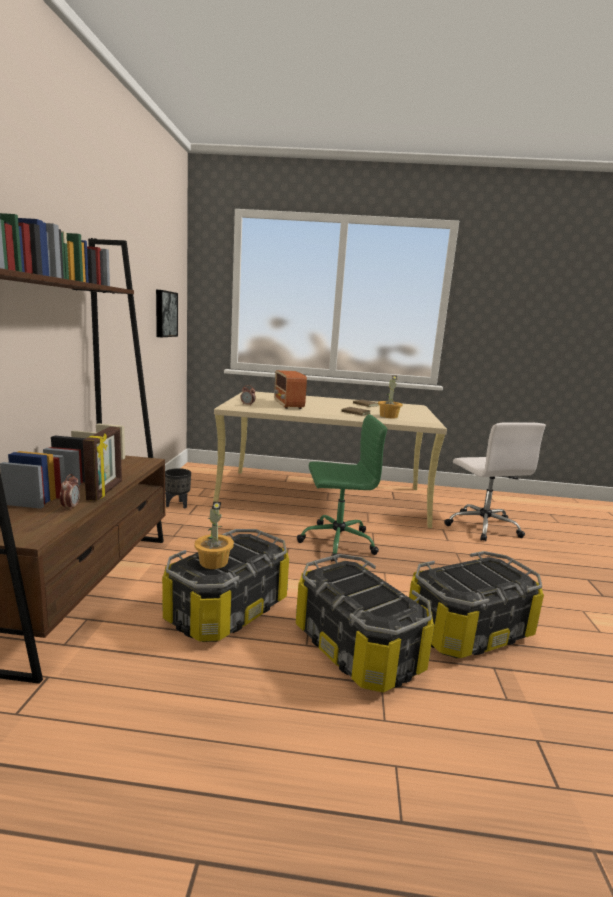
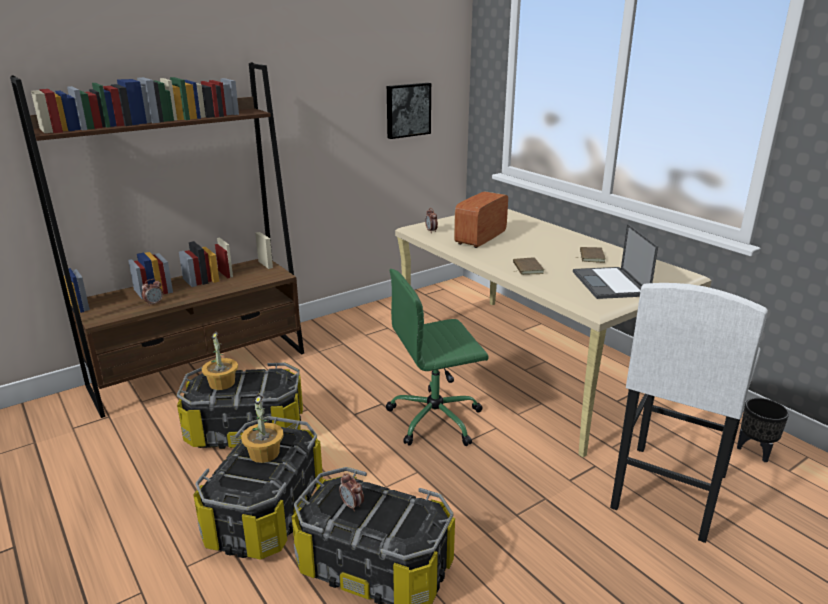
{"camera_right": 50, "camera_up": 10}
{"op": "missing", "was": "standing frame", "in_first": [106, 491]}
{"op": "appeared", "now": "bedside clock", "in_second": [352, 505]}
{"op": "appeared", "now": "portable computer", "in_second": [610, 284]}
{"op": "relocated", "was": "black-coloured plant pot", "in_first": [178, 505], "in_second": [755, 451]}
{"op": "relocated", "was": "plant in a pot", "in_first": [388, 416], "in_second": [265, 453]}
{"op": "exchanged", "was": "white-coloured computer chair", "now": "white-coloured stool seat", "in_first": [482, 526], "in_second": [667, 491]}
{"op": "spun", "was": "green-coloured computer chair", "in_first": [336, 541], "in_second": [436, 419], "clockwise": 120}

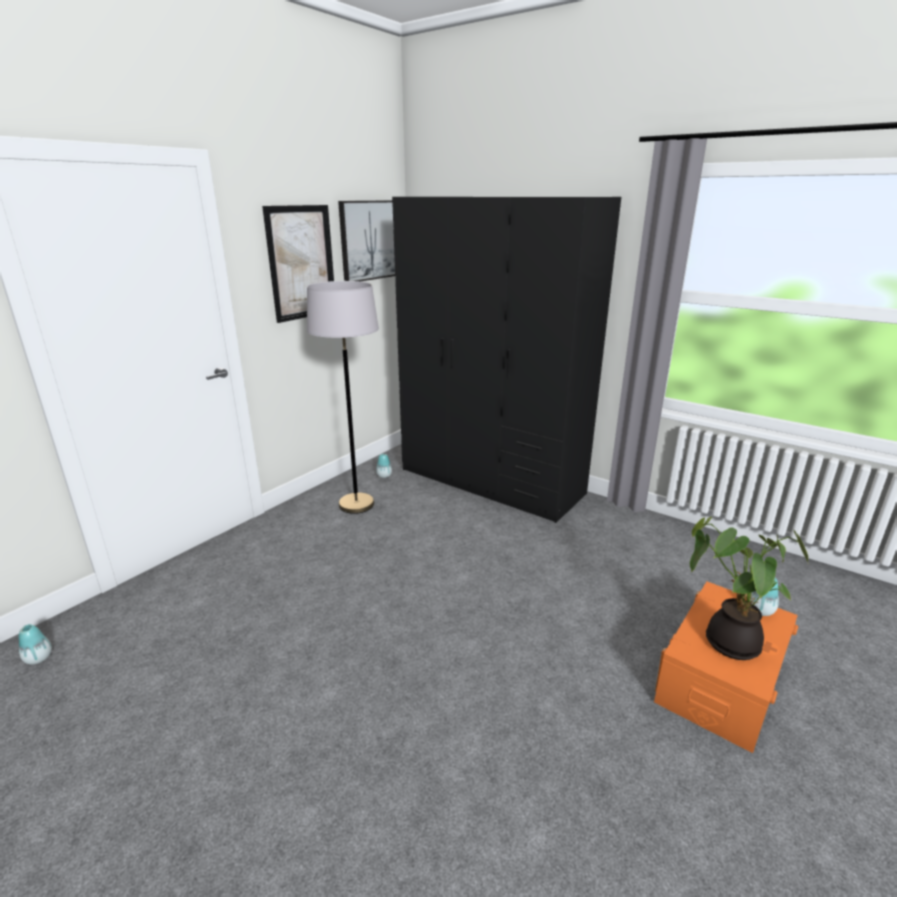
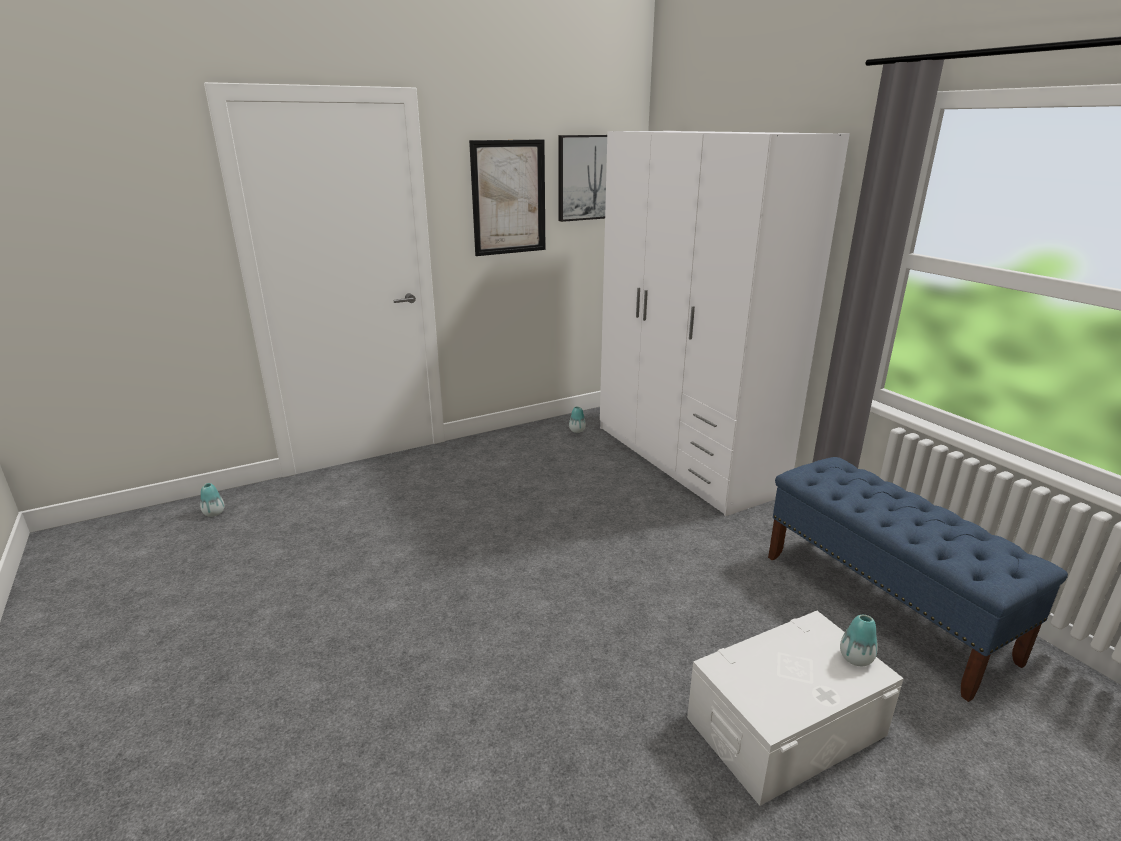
{"camera_right": 25, "camera_up": 0}
{"op": "missing", "was": "grey standard lamp", "in_first": [356, 504]}
{"op": "missing", "was": "plant in a pot", "in_first": [727, 641]}
{"op": "appeared", "now": "blue-coloured bench", "in_second": [883, 606]}
{"op": "colour", "was": "black-coloured wardrobe", "now": "white-coloured wardrobe", "in_first": [491, 481], "in_second": [685, 458]}
{"op": "colour", "was": "orangey storage container", "now": "white-coloured storage container", "in_first": [720, 681], "in_second": [785, 726]}

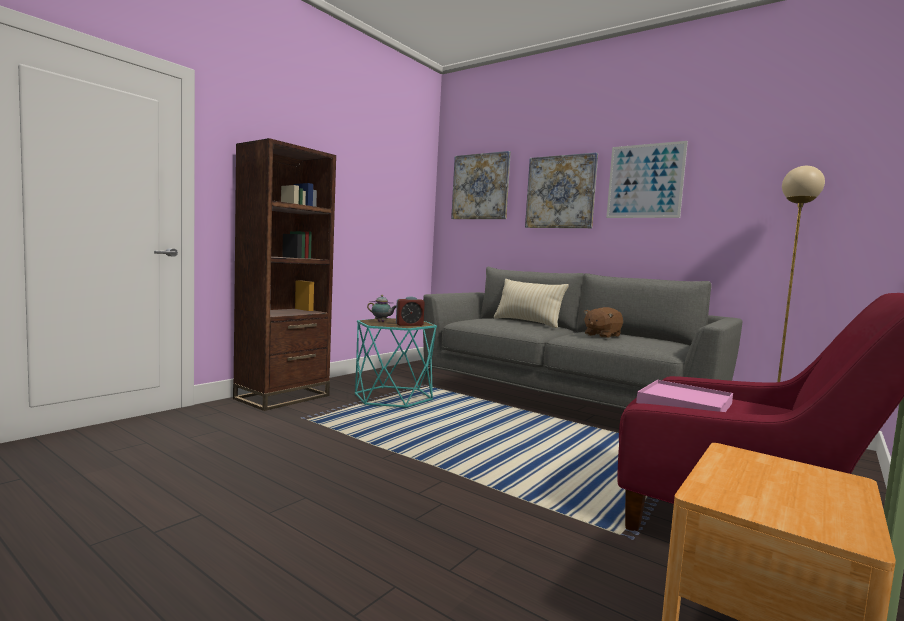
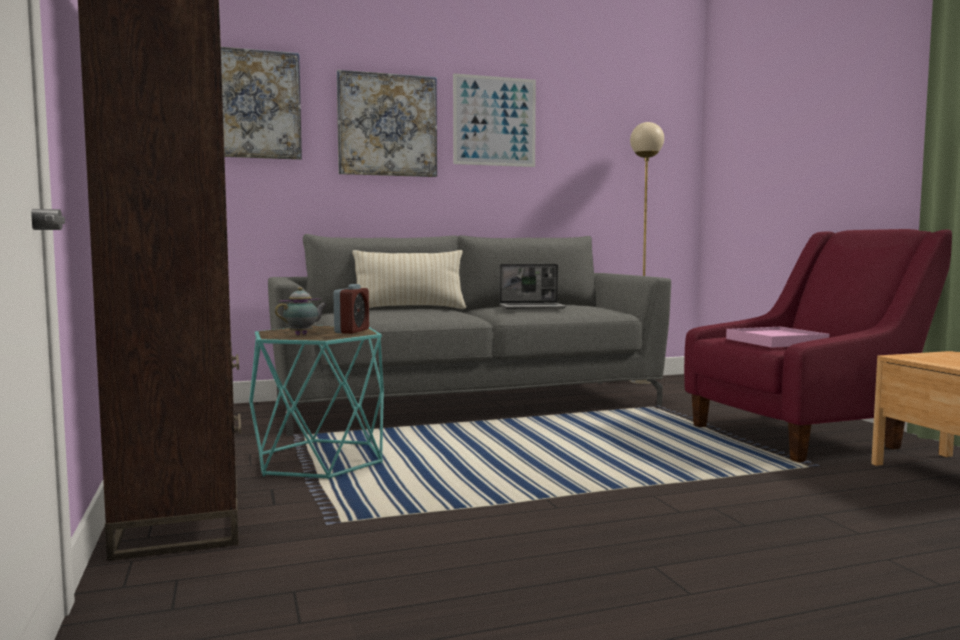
{"camera_right": -55, "camera_up": 0}
{"op": "exchanged", "was": "brown-coloured plush toy", "now": "portable computer", "in_first": [601, 335], "in_second": [533, 307]}

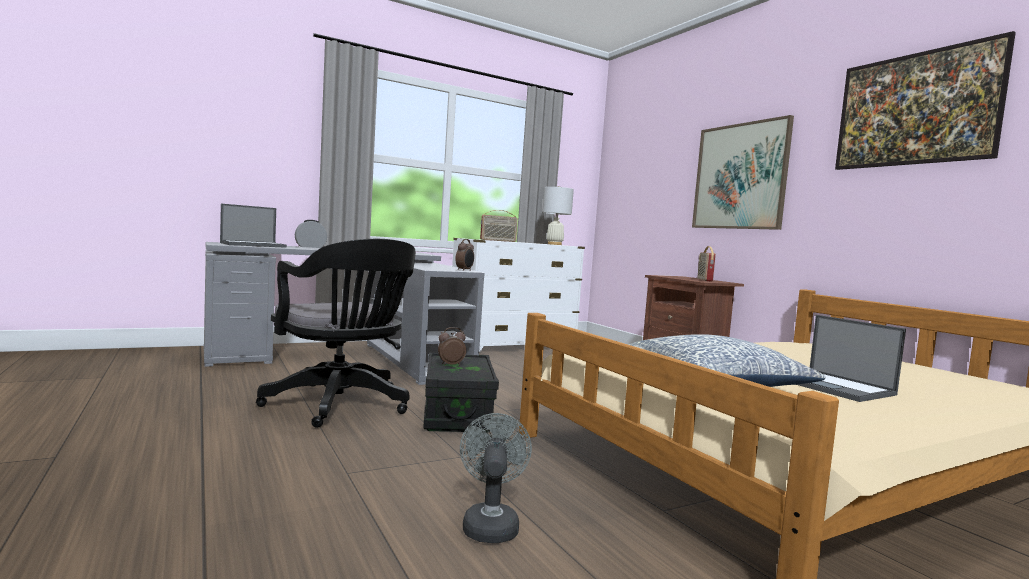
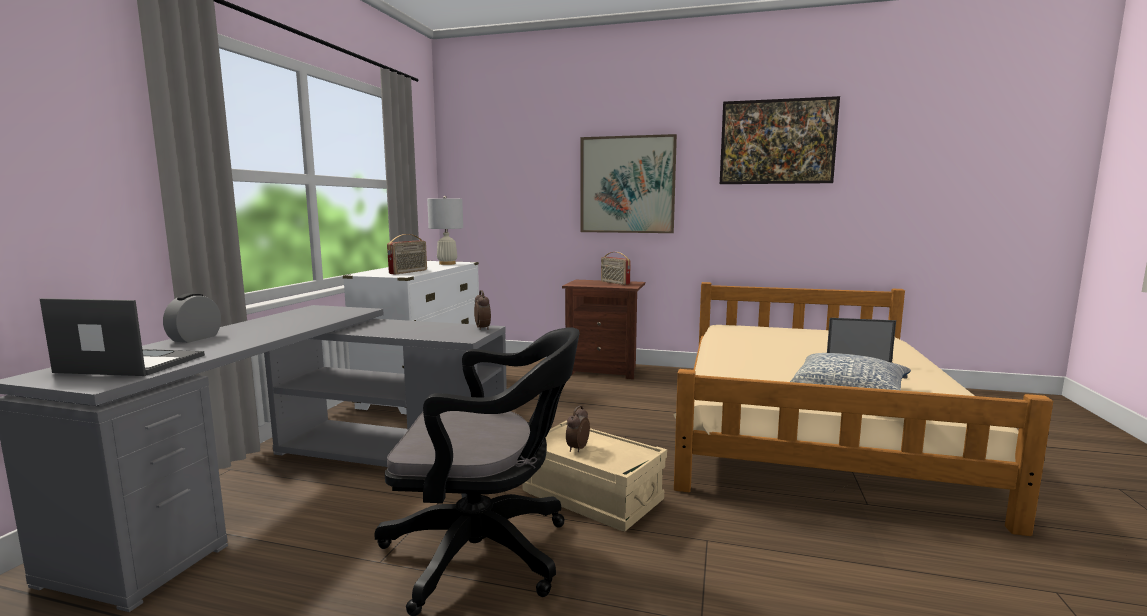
{"camera_right": -45, "camera_up": 5}
{"op": "missing", "was": "grey fan", "in_first": [490, 524]}
{"op": "colour", "was": "black-coloured storage container", "now": "sand-coloured storage container", "in_first": [457, 413], "in_second": [592, 497]}
{"op": "spun", "was": "portable computer", "in_first": [254, 245], "in_second": [130, 364], "clockwise": -90}

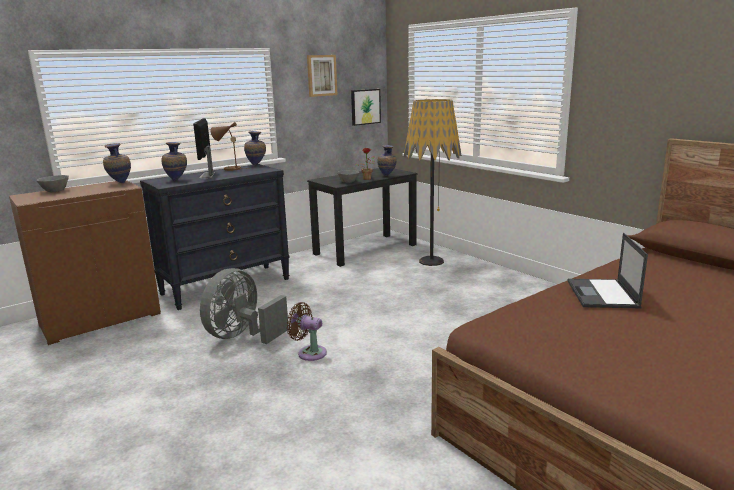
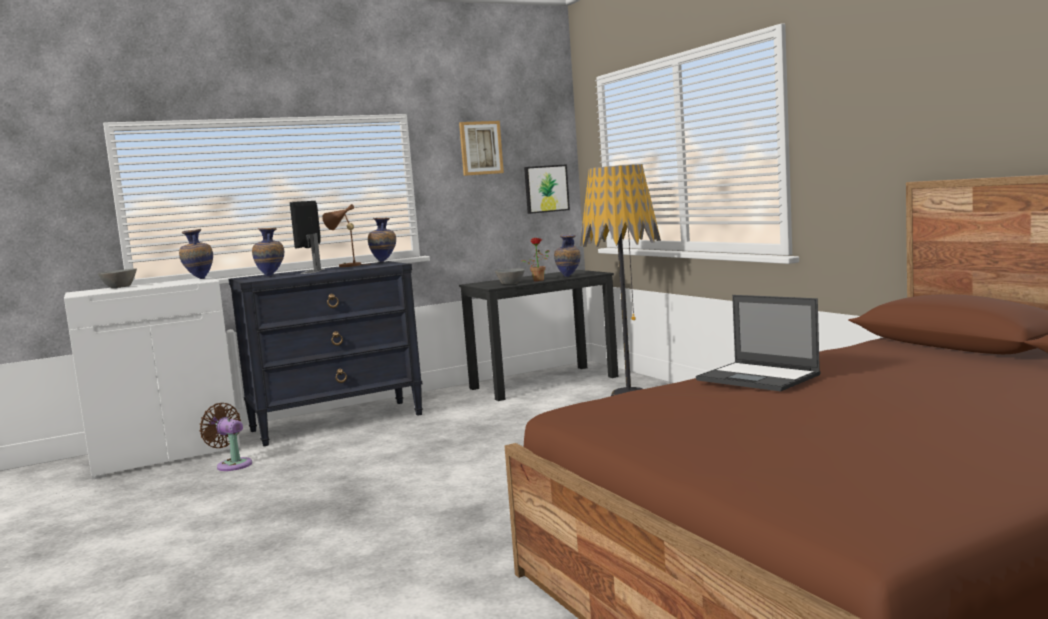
{"camera_right": 10, "camera_up": -10}
{"op": "missing", "was": "grey fan", "in_first": [242, 336]}
{"op": "relocated", "was": "brown-coloured fan", "in_first": [309, 352], "in_second": [232, 464]}
{"op": "colour", "was": "brown-coloured cabinet", "now": "white-coloured cabinet", "in_first": [101, 319], "in_second": [166, 455]}
{"op": "spun", "was": "portable computer", "in_first": [602, 294], "in_second": [759, 377], "clockwise": -60}

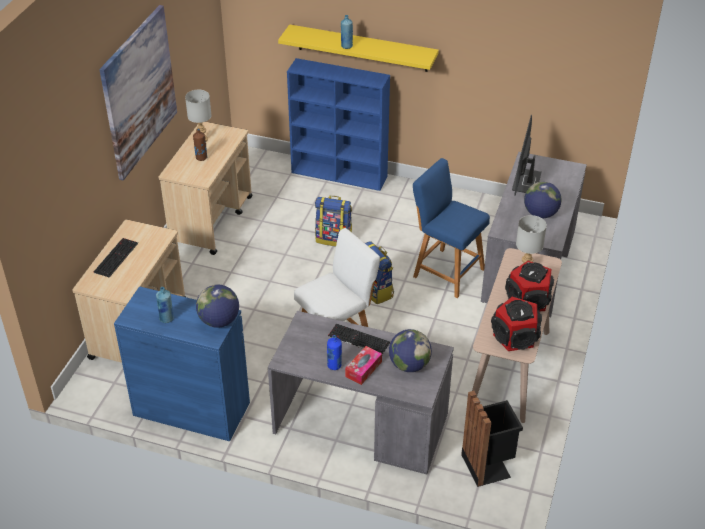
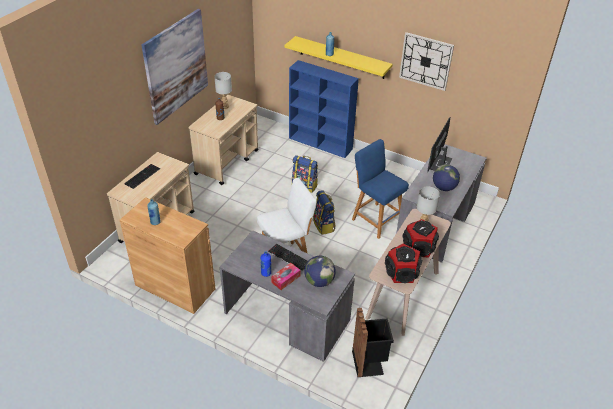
{"camera_right": 10, "camera_up": 0}
{"op": "missing", "was": "world globe", "in_first": [219, 321]}
{"op": "appeared", "now": "hanging clock", "in_second": [426, 61]}
{"op": "colour", "was": "blue-coloured cabinet", "now": "brown-coloured cabinet", "in_first": [191, 409], "in_second": [175, 287]}

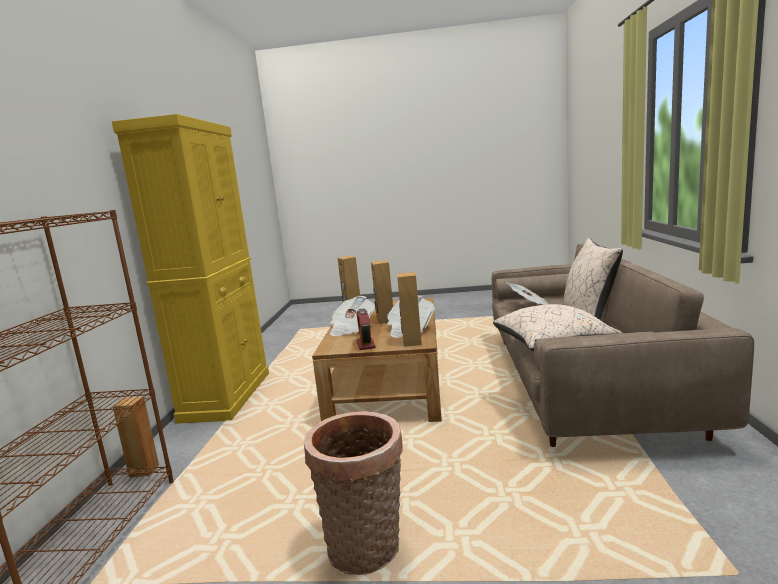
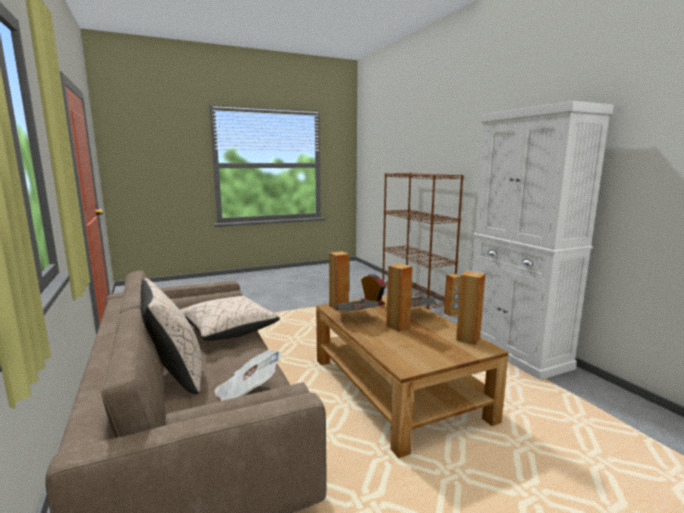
{"camera_right": 150, "camera_up": 0}
{"op": "missing", "was": "household basket", "in_first": [366, 550]}
{"op": "colour", "was": "yellowish cabinet", "now": "white-coloured cabinet", "in_first": [227, 396], "in_second": [516, 353]}

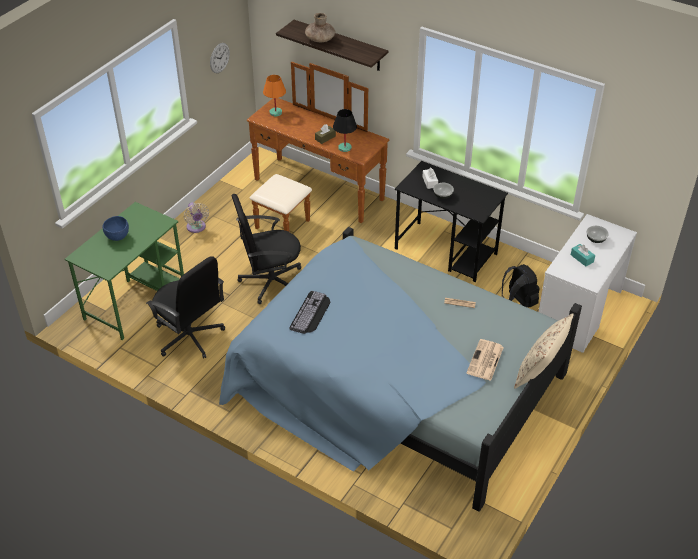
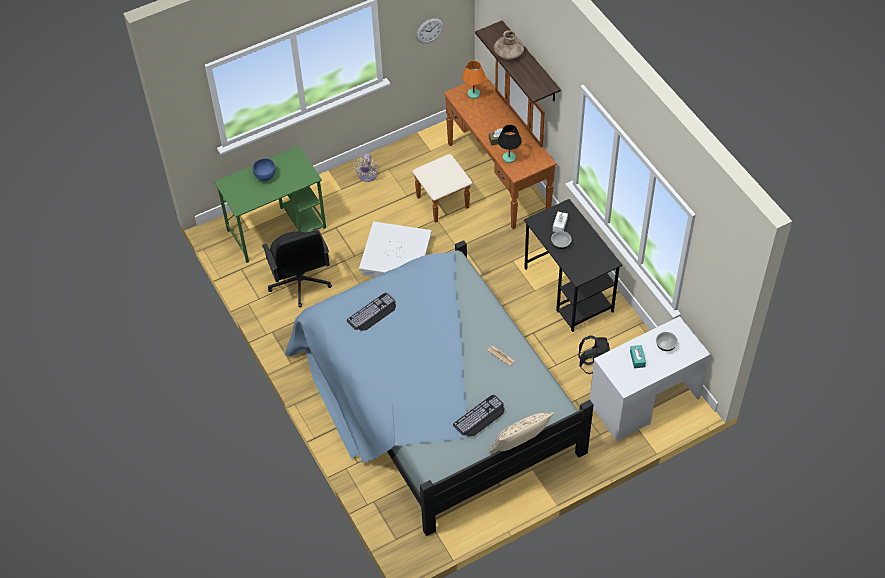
{"camera_right": 30, "camera_up": 10}
{"op": "exchanged", "was": "black-coloured computer chair", "now": "white-coloured storage container", "in_first": [270, 281], "in_second": [396, 256]}
{"op": "exchanged", "was": "newspaper", "now": "computer keyboard", "in_first": [485, 361], "in_second": [480, 417]}

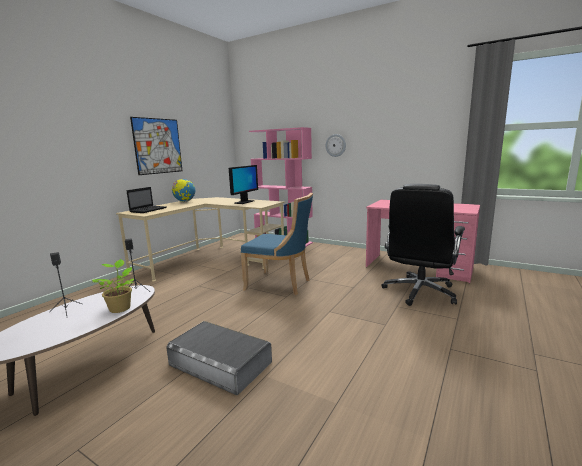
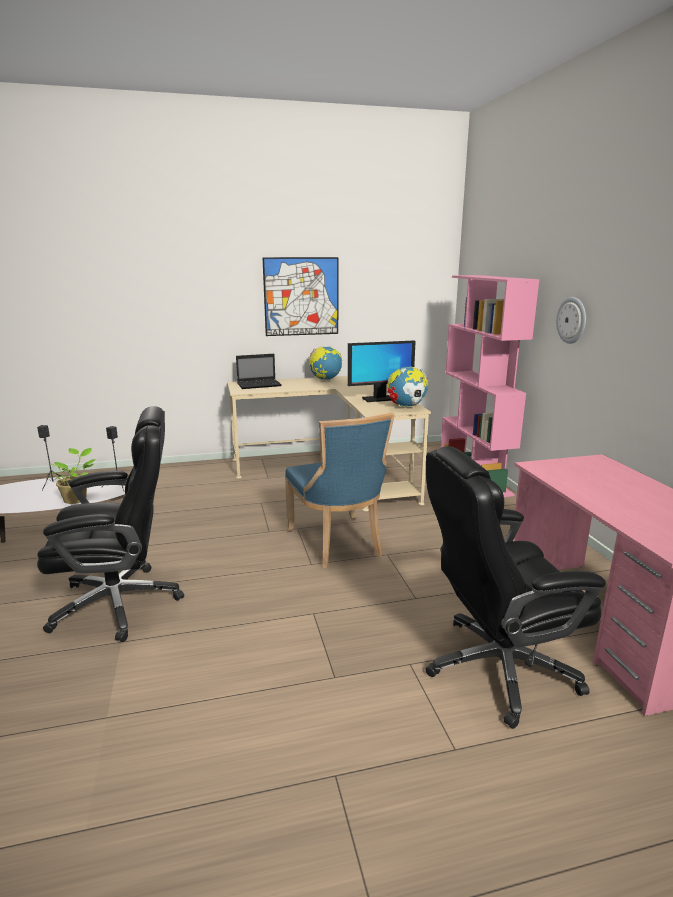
{"camera_right": 45, "camera_up": 5}
{"op": "appeared", "now": "world globe", "in_second": [406, 407]}
{"op": "exchanged", "was": "grey storage container", "now": "black-coloured computer chair", "in_first": [220, 363], "in_second": [120, 603]}

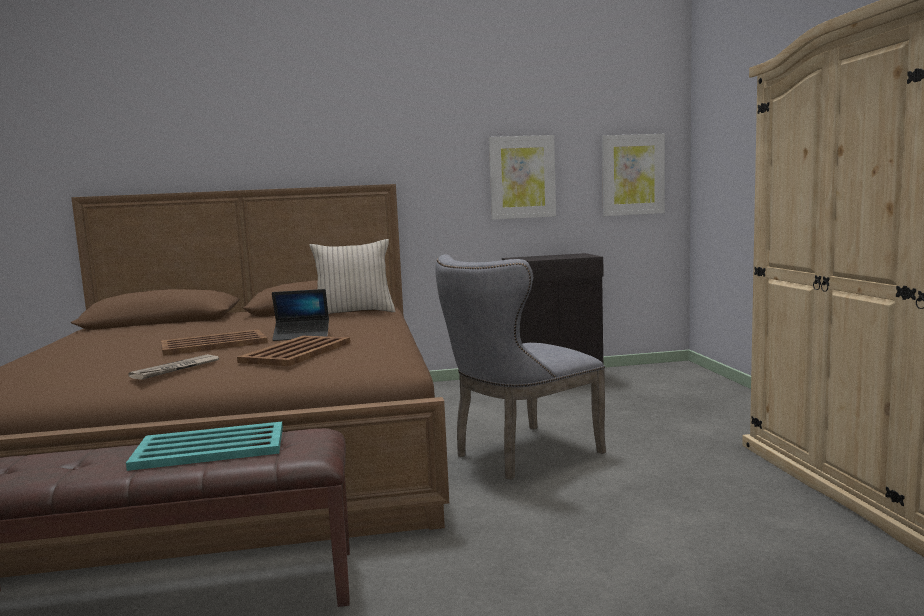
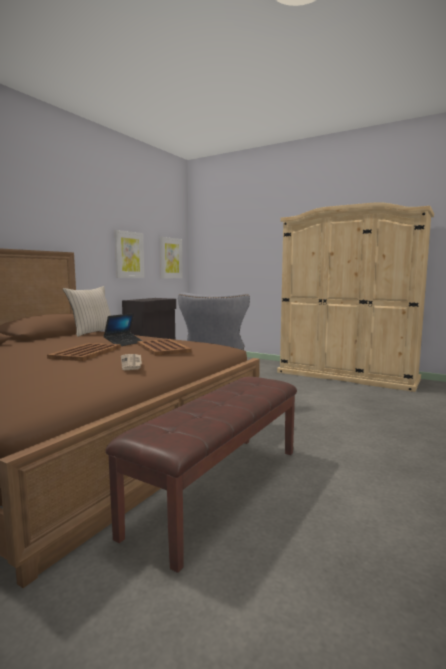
{"camera_right": -50, "camera_up": 0}
{"op": "missing", "was": "turquoise tray", "in_first": [212, 448]}

